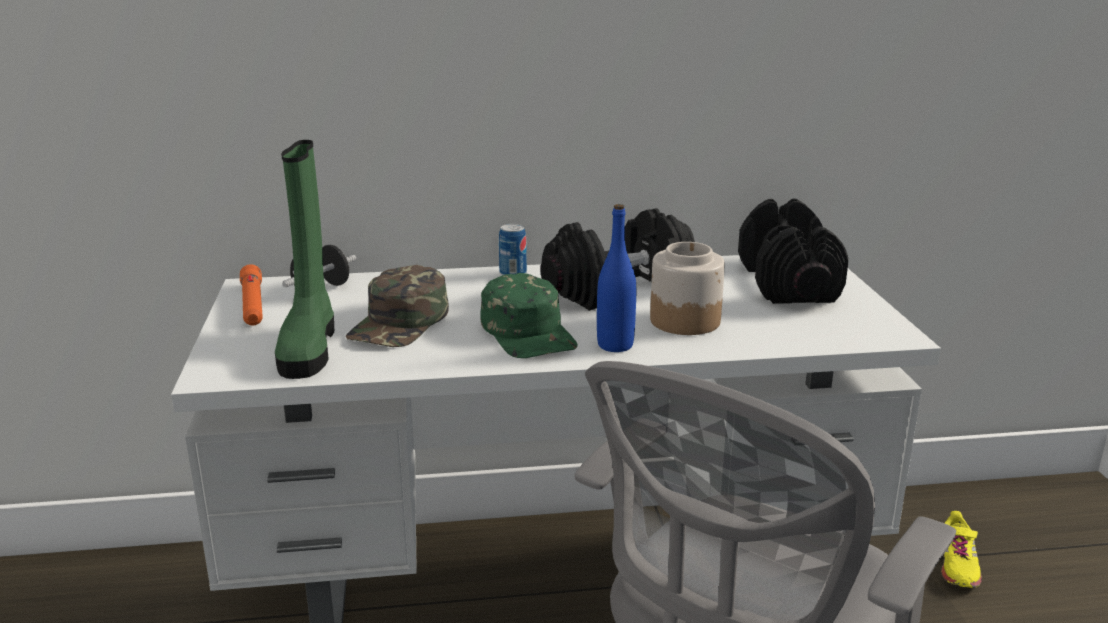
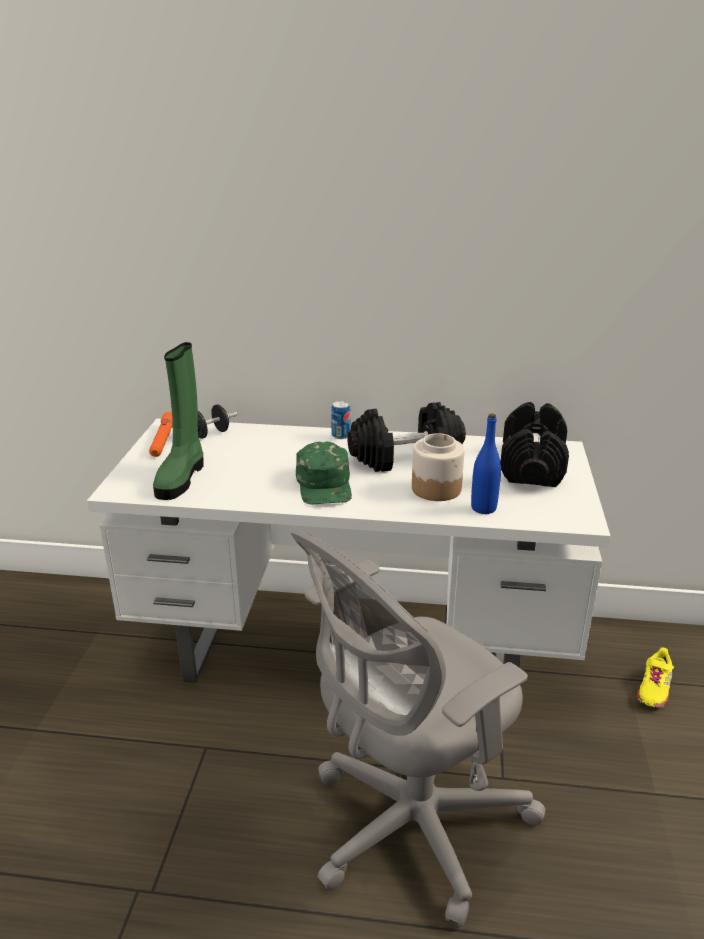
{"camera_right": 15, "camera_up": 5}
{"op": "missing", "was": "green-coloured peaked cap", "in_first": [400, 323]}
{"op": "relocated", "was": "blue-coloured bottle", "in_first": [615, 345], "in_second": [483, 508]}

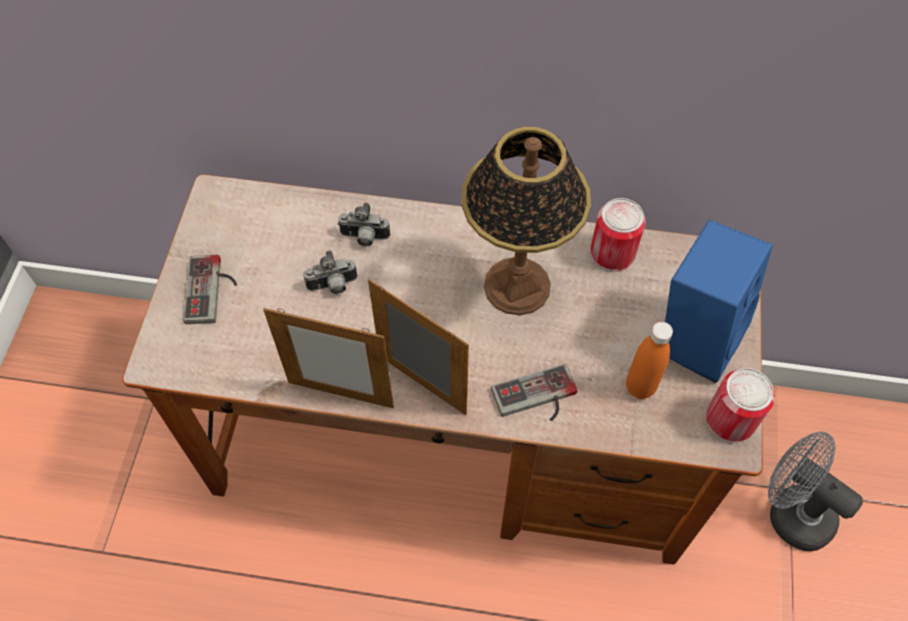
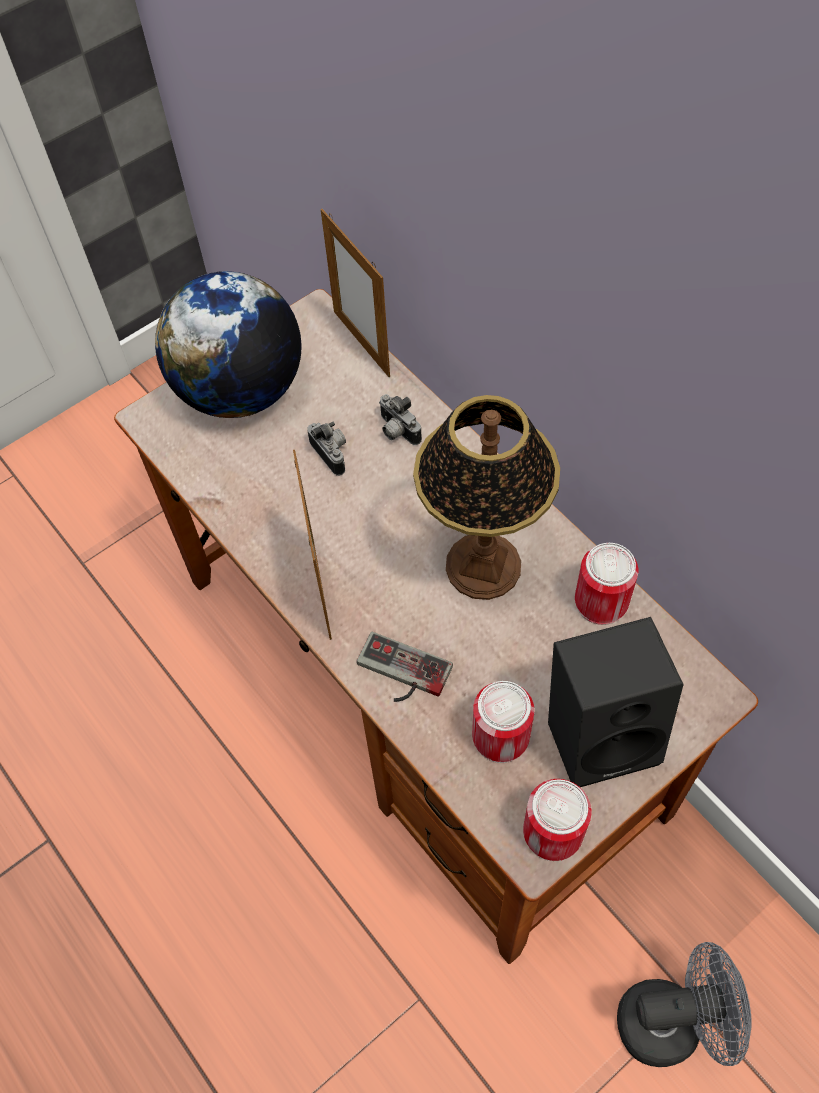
{"camera_right": 45, "camera_up": 0}
{"op": "relocated", "was": "standing frame", "in_first": [340, 394], "in_second": [361, 343]}
{"op": "exchanged", "was": "joypad", "now": "world globe", "in_first": [212, 290], "in_second": [240, 390]}
{"op": "exchanged", "was": "orangey bottle", "now": "can", "in_first": [640, 387], "in_second": [500, 736]}
{"op": "colour", "was": "blue-coloured speaker", "now": "black-coloured speaker", "in_first": [696, 334], "in_second": [602, 733]}
{"op": "spun", "was": "still camera", "in_first": [333, 286], "in_second": [332, 454], "clockwise": -150}
{"op": "spun", "was": "grey fan", "in_first": [791, 512], "in_second": [672, 1020], "clockwise": 90}

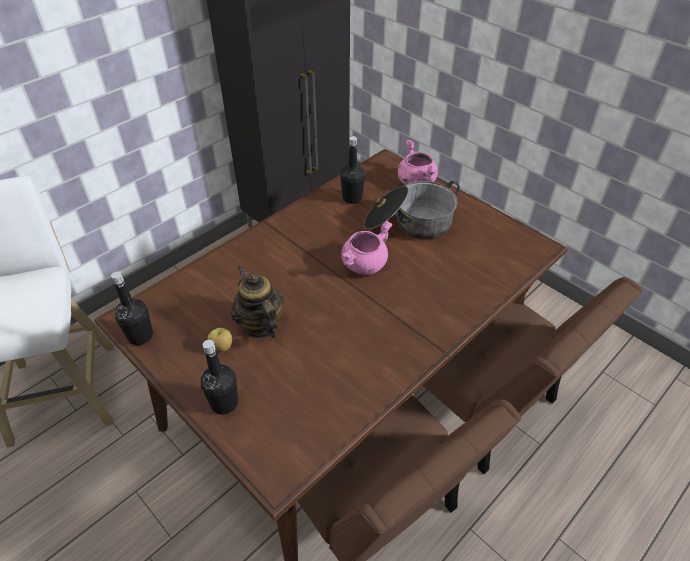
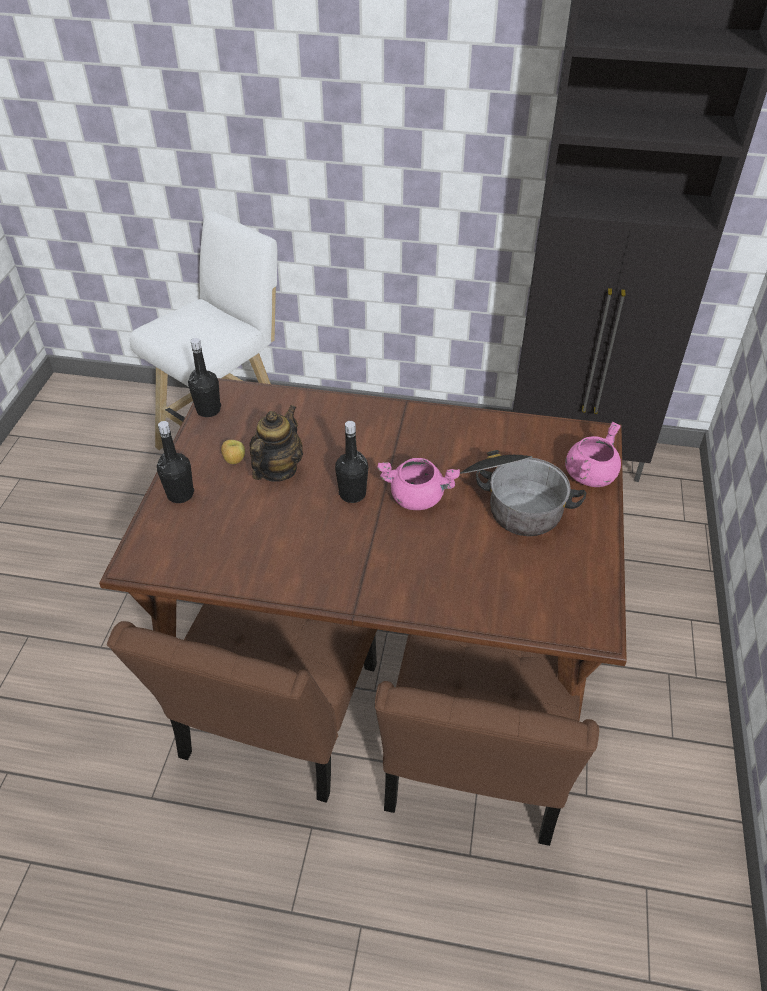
{"camera_right": 55, "camera_up": 0}
{"op": "relocated", "was": "black-coloured bottle", "in_first": [352, 198], "in_second": [352, 494]}

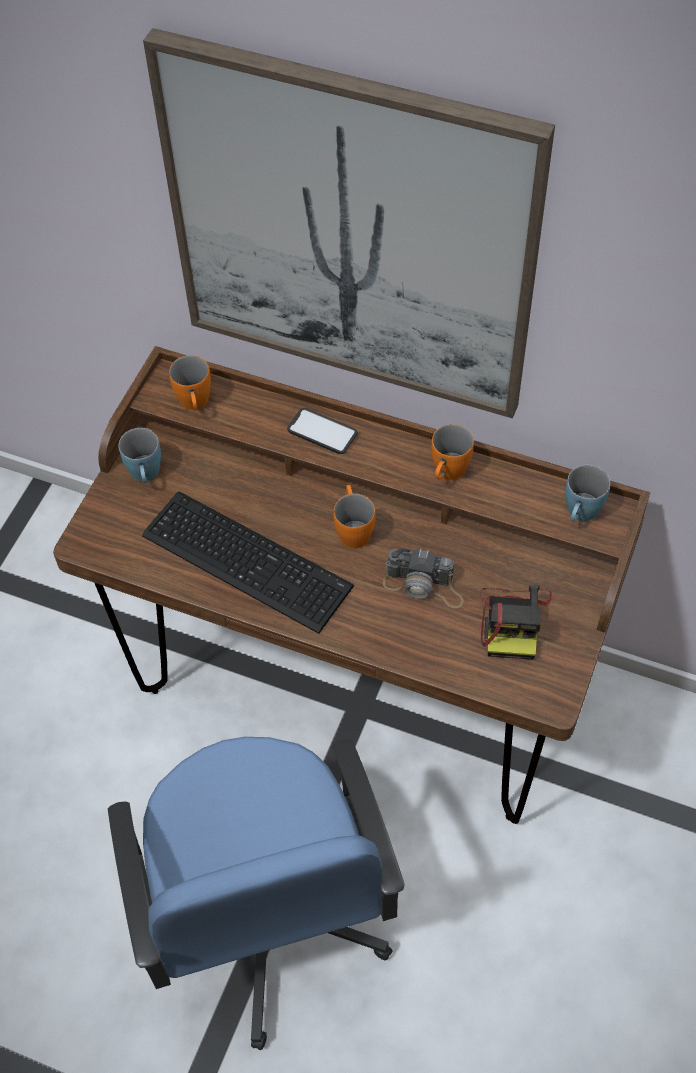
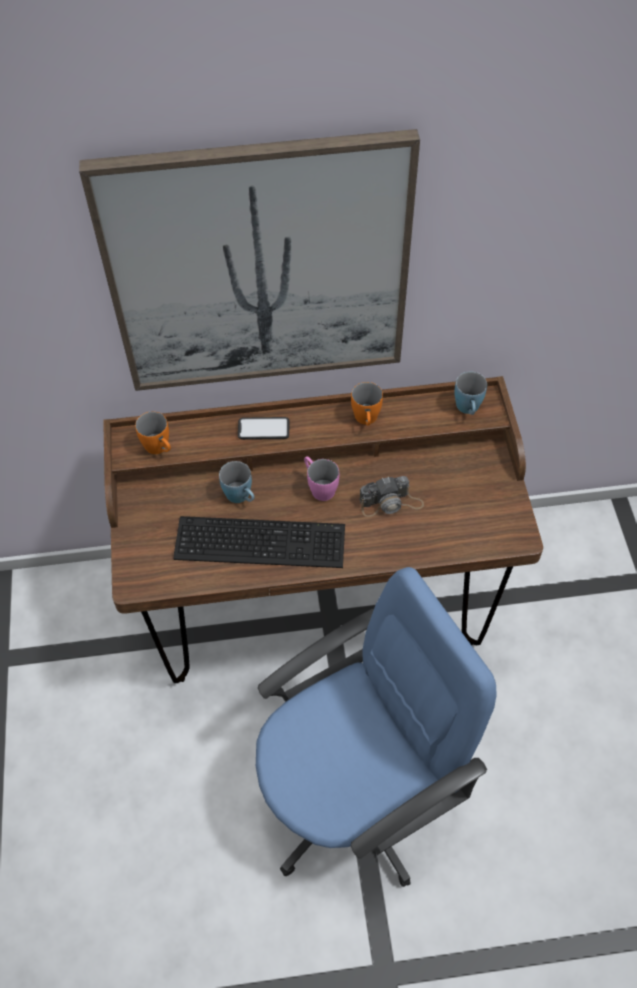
{"camera_right": -30, "camera_up": 0}
{"op": "missing", "was": "still camera", "in_first": [513, 621]}
{"op": "relocated", "was": "blue-coloured mug", "in_first": [146, 476], "in_second": [241, 497]}
{"op": "colour", "was": "orangey mug", "now": "pink-coloured mug", "in_first": [353, 529], "in_second": [319, 487]}
{"op": "spun", "was": "blue-coloured computer chair", "in_first": [265, 920], "in_second": [355, 795], "clockwise": -75}

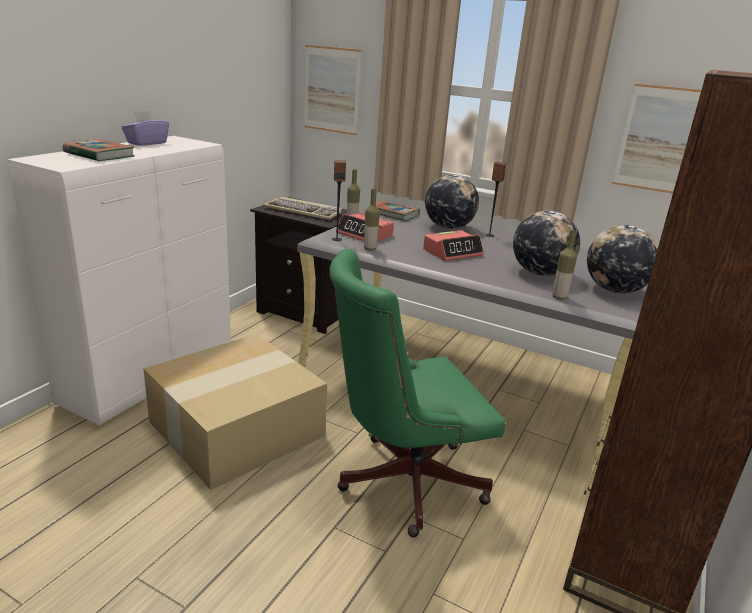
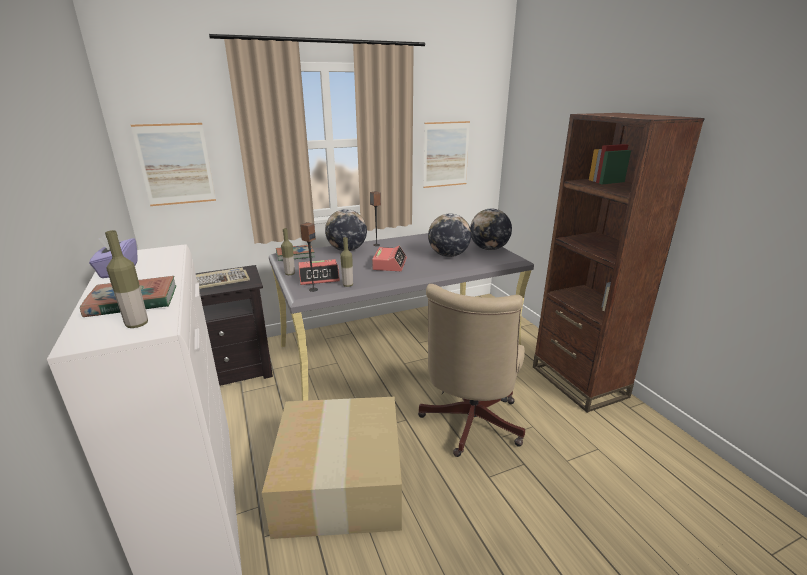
{"camera_right": -50, "camera_up": 0}
{"op": "relocated", "was": "bottle", "in_first": [559, 297], "in_second": [137, 324]}
{"op": "colour", "was": "green-coloured computer chair", "now": "sand-coloured computer chair", "in_first": [401, 481], "in_second": [469, 425]}

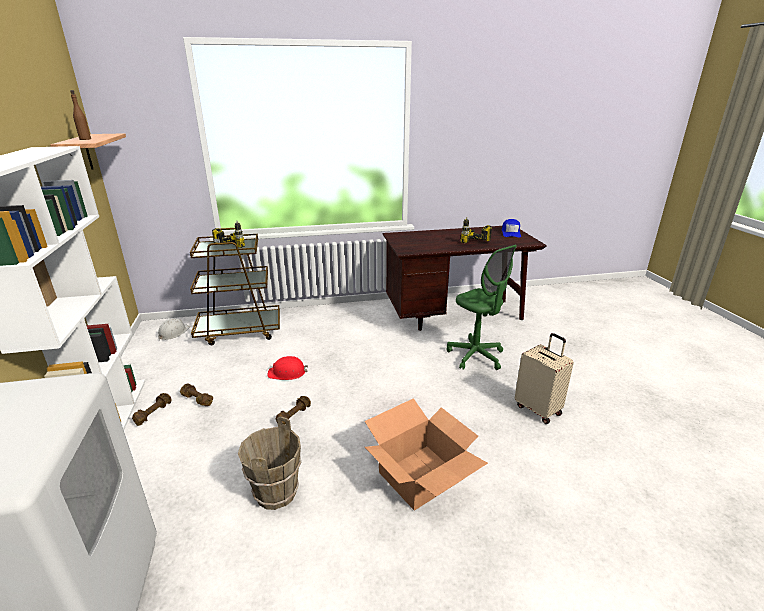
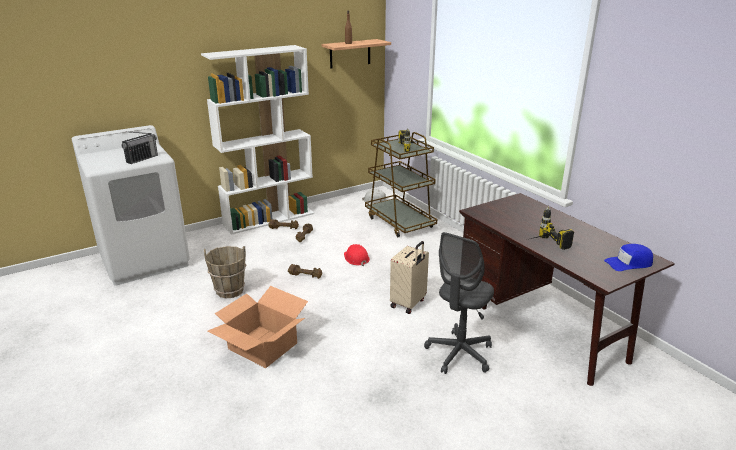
{"camera_right": 70, "camera_up": 0}
{"op": "appeared", "now": "radio", "in_second": [142, 159]}
{"op": "relocated", "was": "sand-coloured travel case", "in_first": [538, 409], "in_second": [408, 303]}
{"op": "colour", "was": "green-coloured computer chair", "now": "grey computer chair", "in_first": [475, 356], "in_second": [459, 354]}

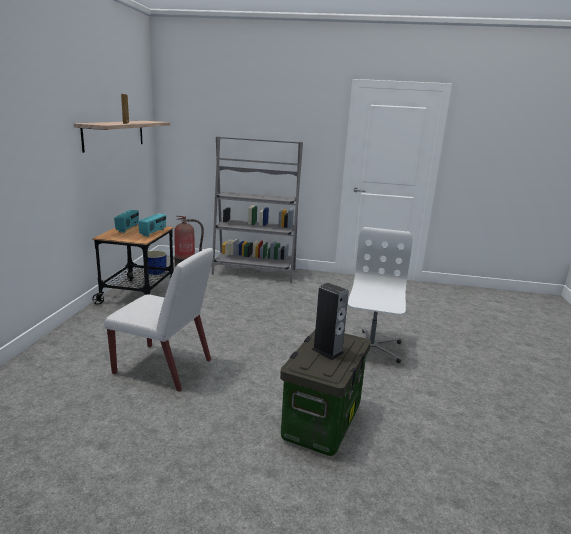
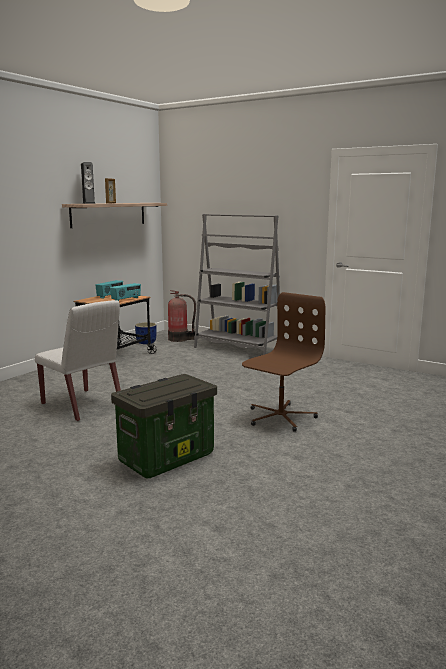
{"camera_right": 25, "camera_up": -5}
{"op": "relocated", "was": "speaker", "in_first": [327, 351], "in_second": [88, 203]}
{"op": "colour", "was": "white-coloured computer chair", "now": "brown-coloured computer chair", "in_first": [370, 348], "in_second": [280, 417]}

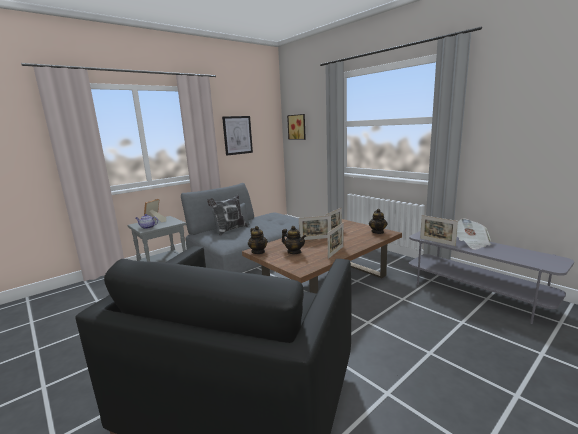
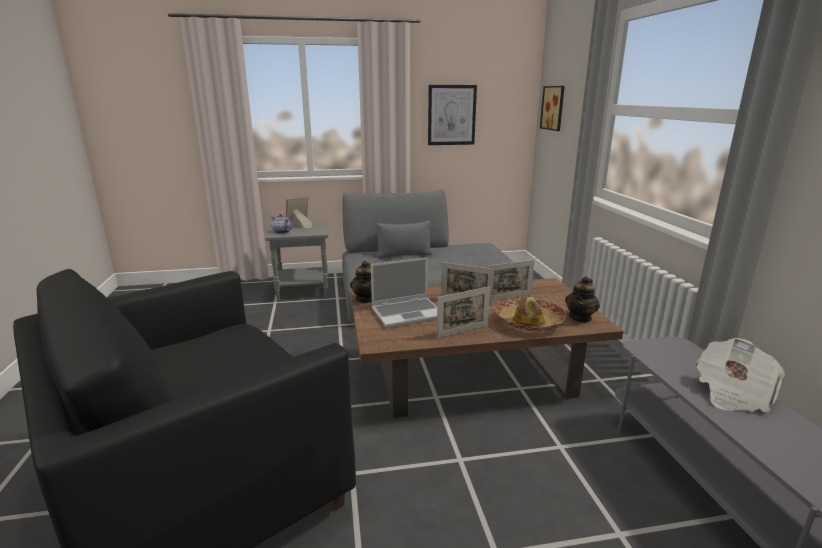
{"camera_right": 30, "camera_up": 5}
{"op": "missing", "was": "pillow", "in_first": [230, 230]}
{"op": "missing", "was": "standing frame", "in_first": [437, 242]}
{"op": "appeared", "now": "hat", "in_second": [529, 322]}
{"op": "exchanged", "was": "pot for tea", "now": "portable computer", "in_first": [294, 252], "in_second": [408, 313]}

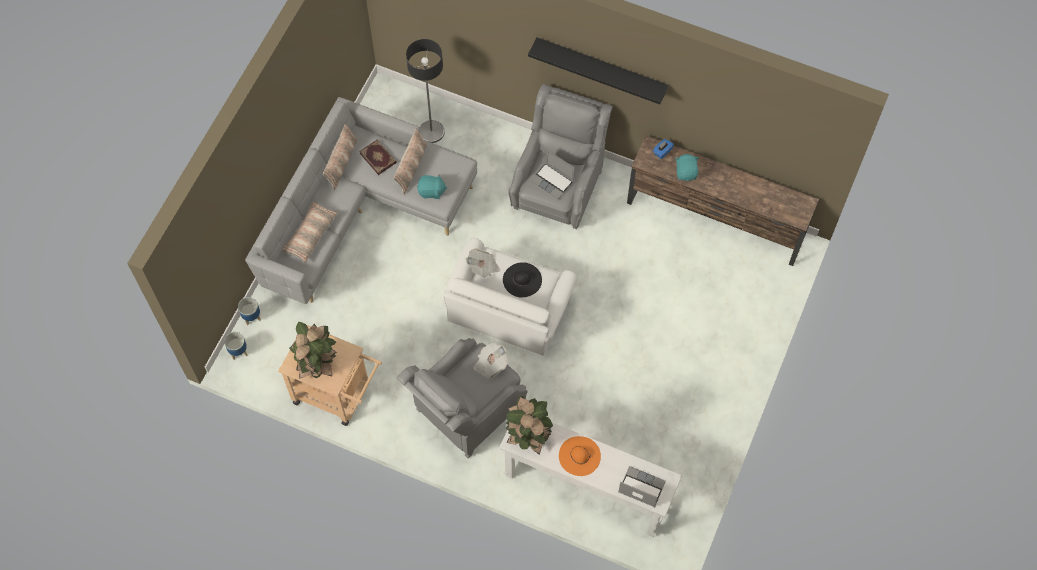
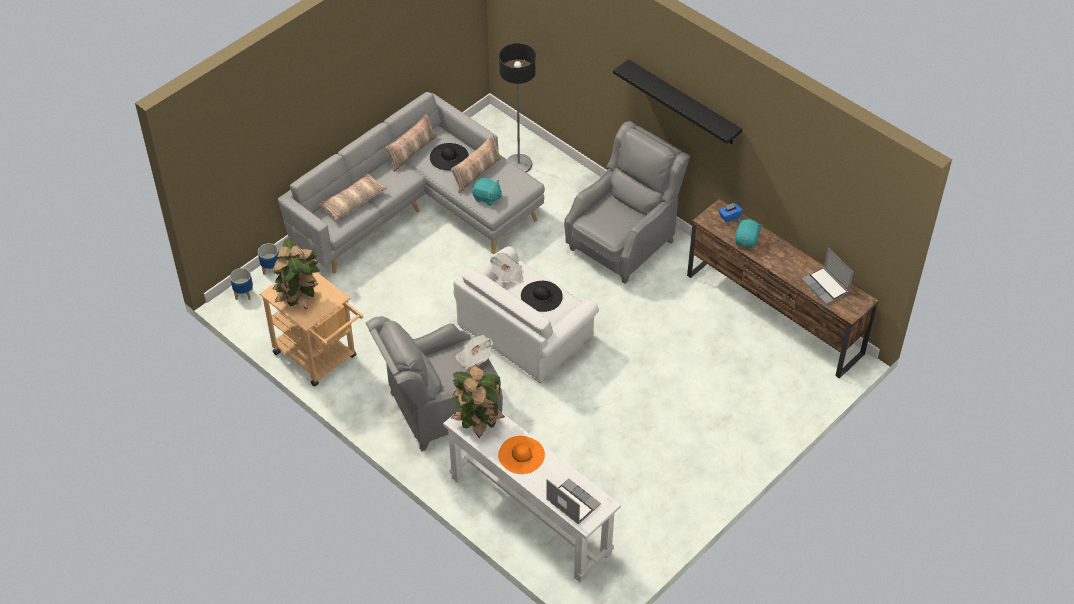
{"camera_right": 20, "camera_up": -15}
{"op": "relocated", "was": "portable computer", "in_first": [553, 181], "in_second": [826, 286]}
{"op": "exchanged", "was": "book", "now": "black-coloured hat", "in_first": [378, 157], "in_second": [449, 157]}

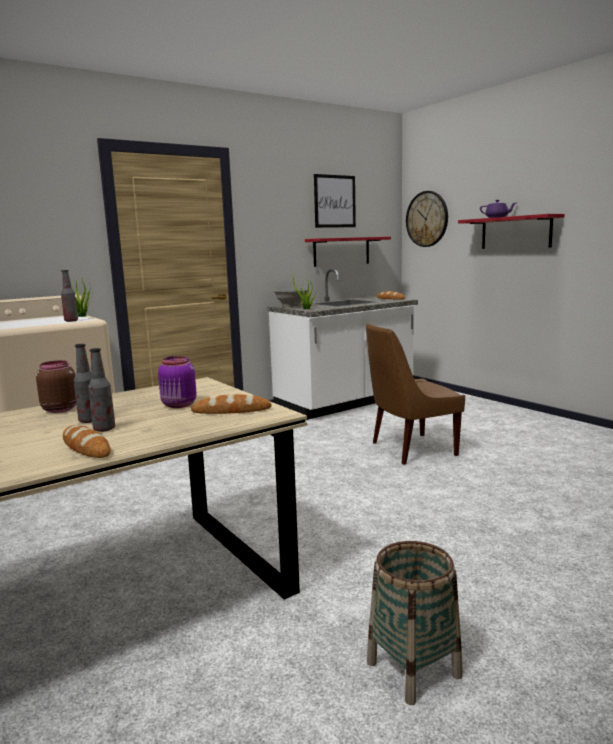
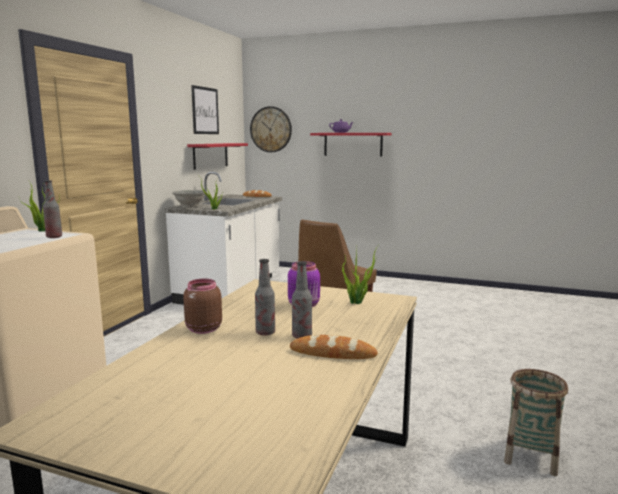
{"camera_right": -35, "camera_up": 0}
{"op": "exchanged", "was": "baked bread", "now": "plant in a pot", "in_first": [231, 410], "in_second": [358, 302]}

